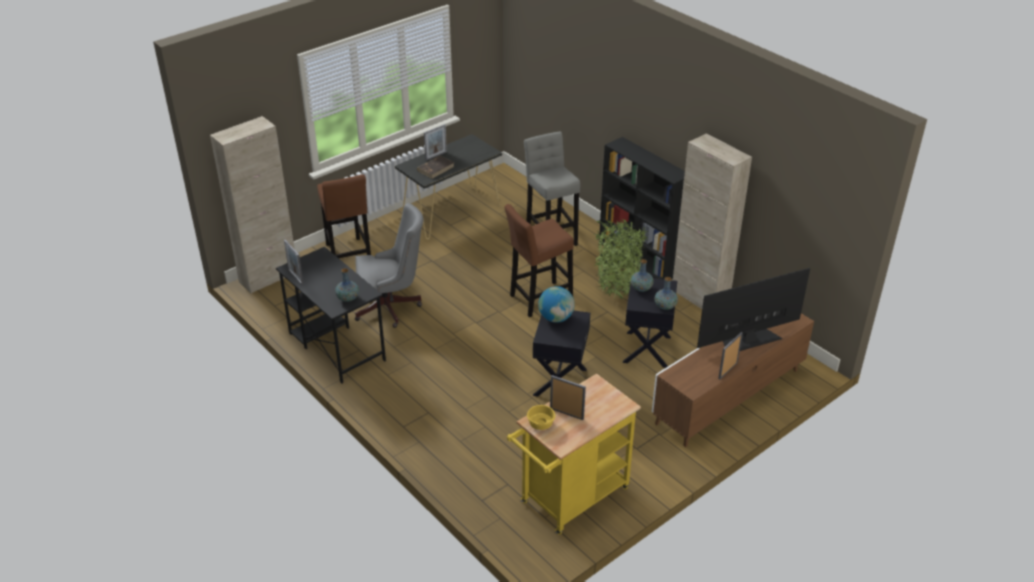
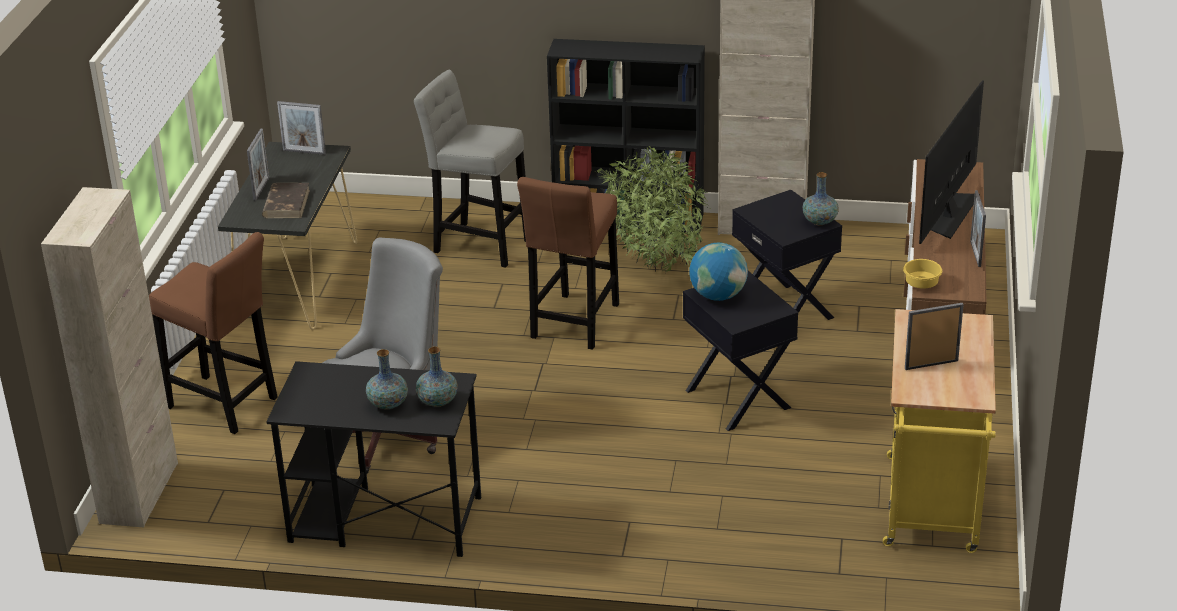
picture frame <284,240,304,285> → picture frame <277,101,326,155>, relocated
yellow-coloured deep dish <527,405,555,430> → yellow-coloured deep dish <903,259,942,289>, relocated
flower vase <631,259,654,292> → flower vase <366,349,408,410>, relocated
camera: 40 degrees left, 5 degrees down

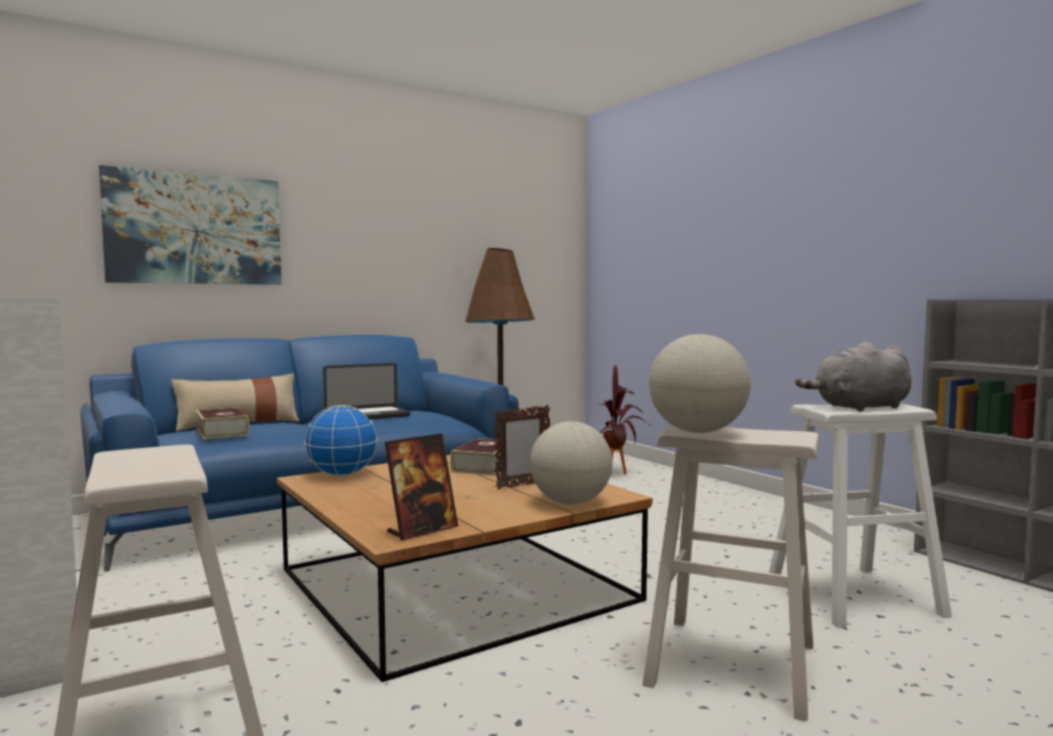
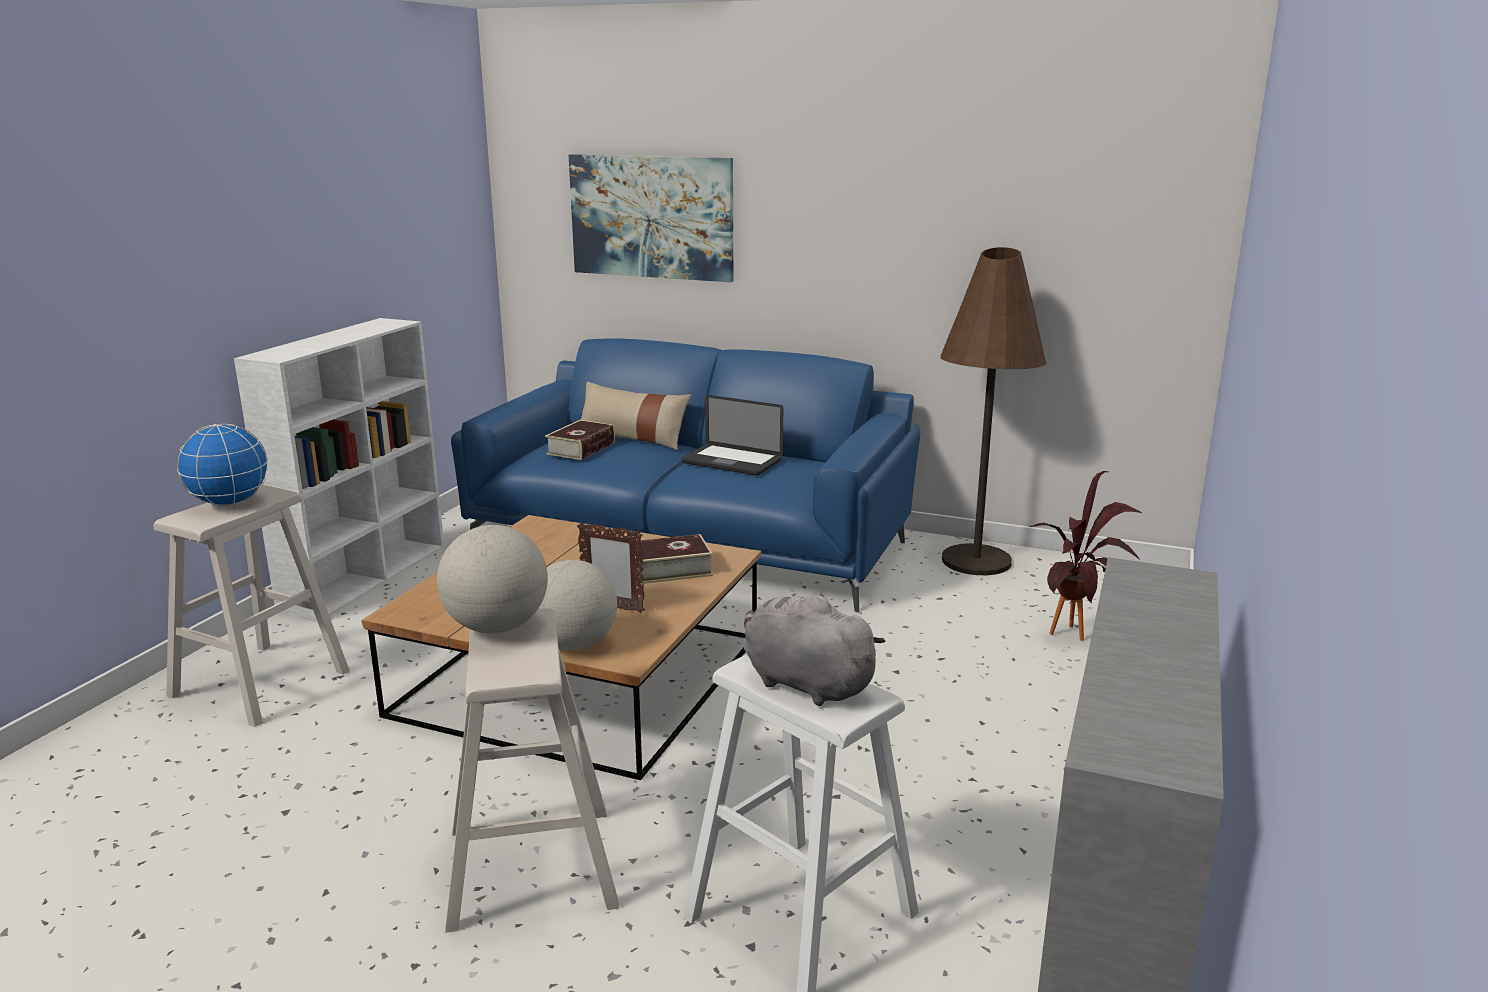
picture frame <385,433,458,541> → -
world globe <304,405,378,476> → world globe <177,423,268,506>, relocated
camera: 55 degrees right, 15 degrees up

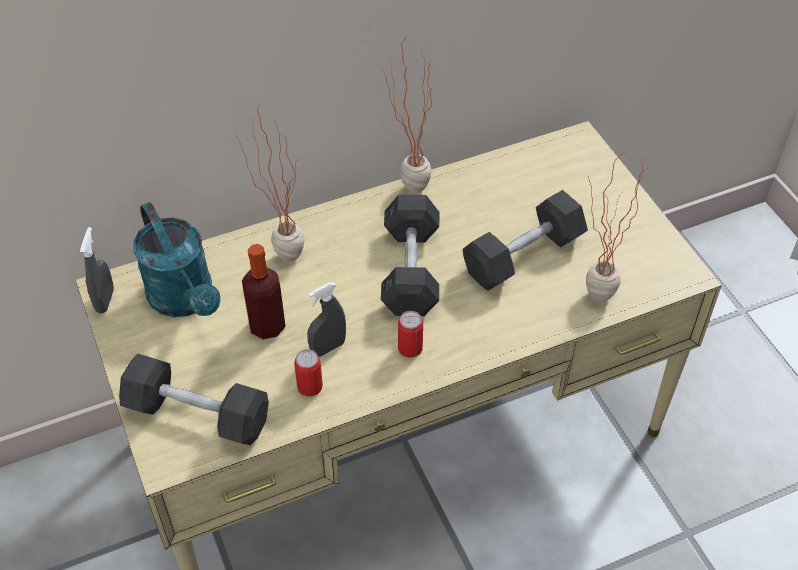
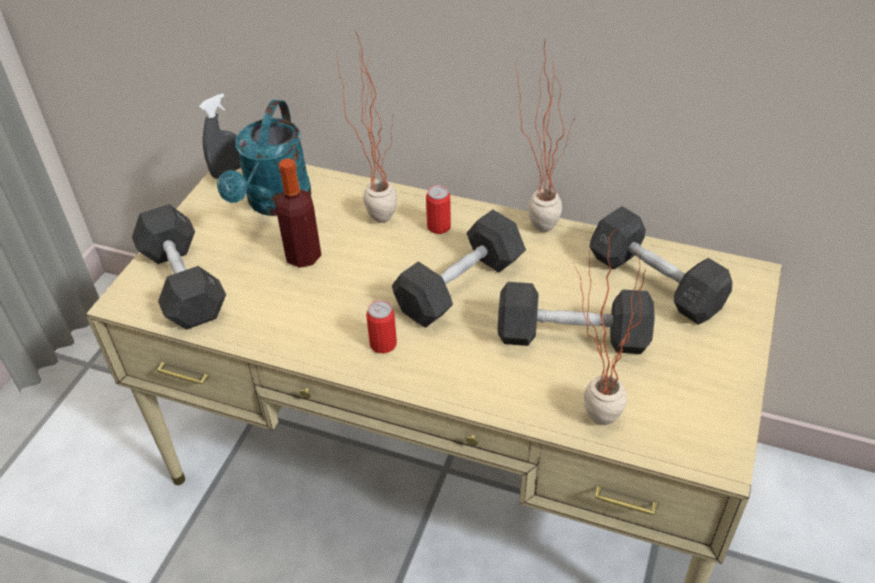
grey hand sprayer <307,282,346,357> → -
- → grey dumbbell <589,206,732,325>
metal can <294,349,323,397> → metal can <426,185,451,234>, relocated
camera: 45 degrees right, 5 degrees down

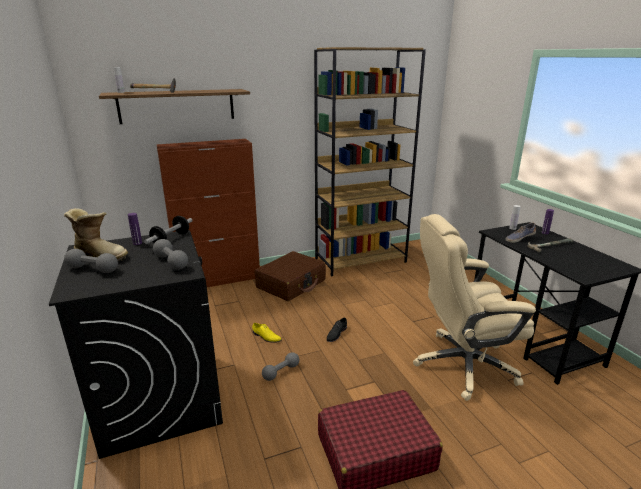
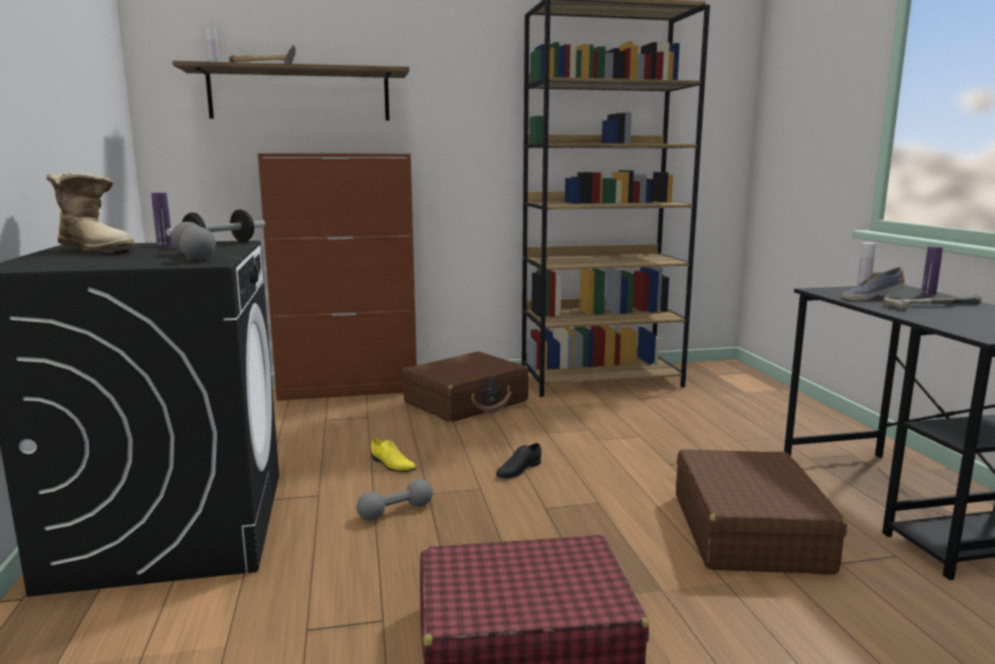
grey dumbbell <64,249,118,273> → -
beige-coloured office chair <413,214,536,401> → brownish travel case <676,449,847,575>
camera: 10 degrees right, 10 degrees down

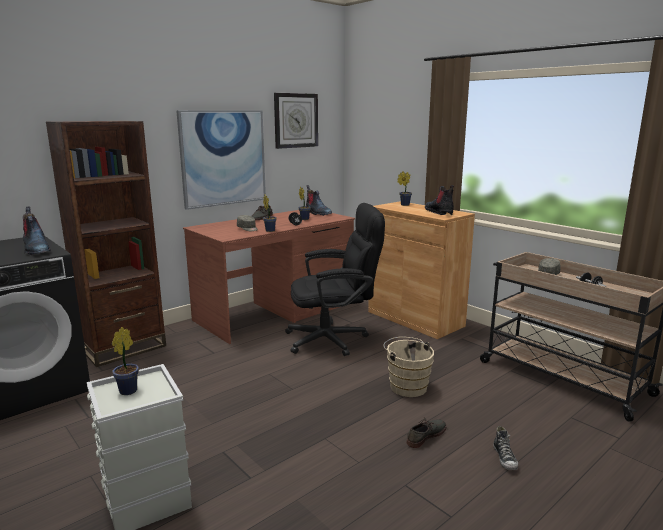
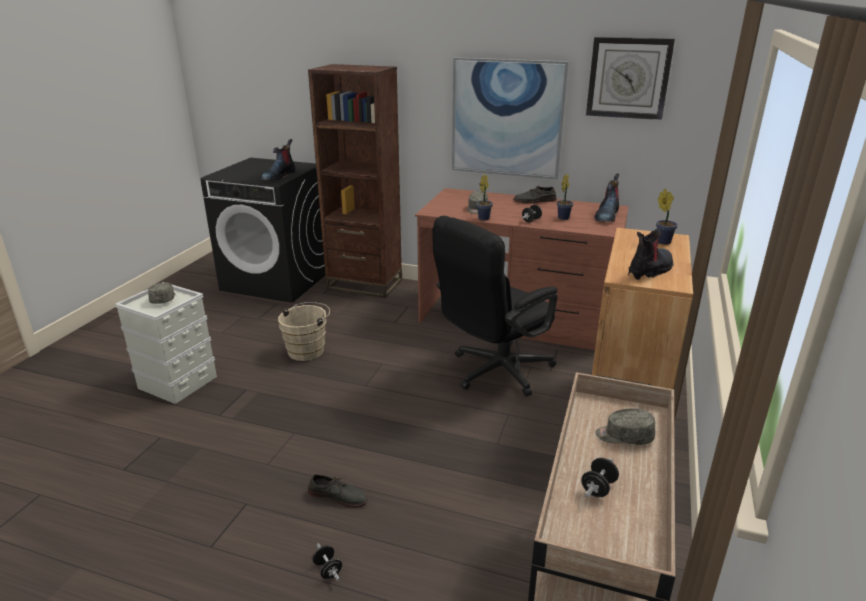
beige-coloured bucket <384,337,434,397> → beige-coloured bucket <278,302,330,361>, relocated
houseplant <112,327,139,395> → grey peaked cap <148,283,176,304>
shoe <493,426,518,470> → blackish dumbbell <312,544,342,581>
blackish office chair <285,203,385,356> → blackish office chair <432,216,558,396>, 90 degrees clockwise
camera: 60 degrees right, 10 degrees up

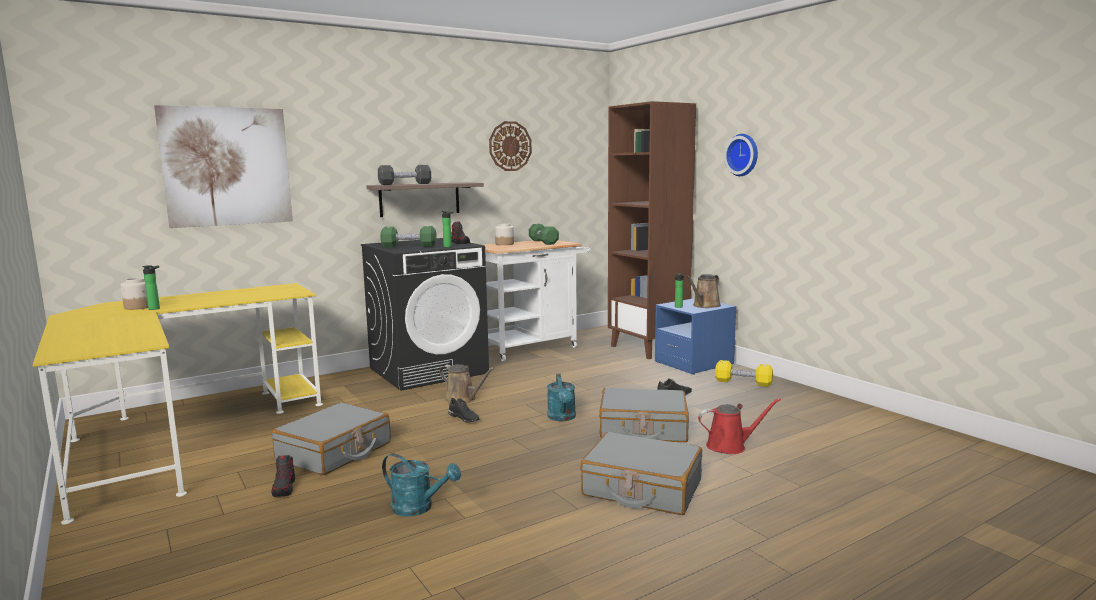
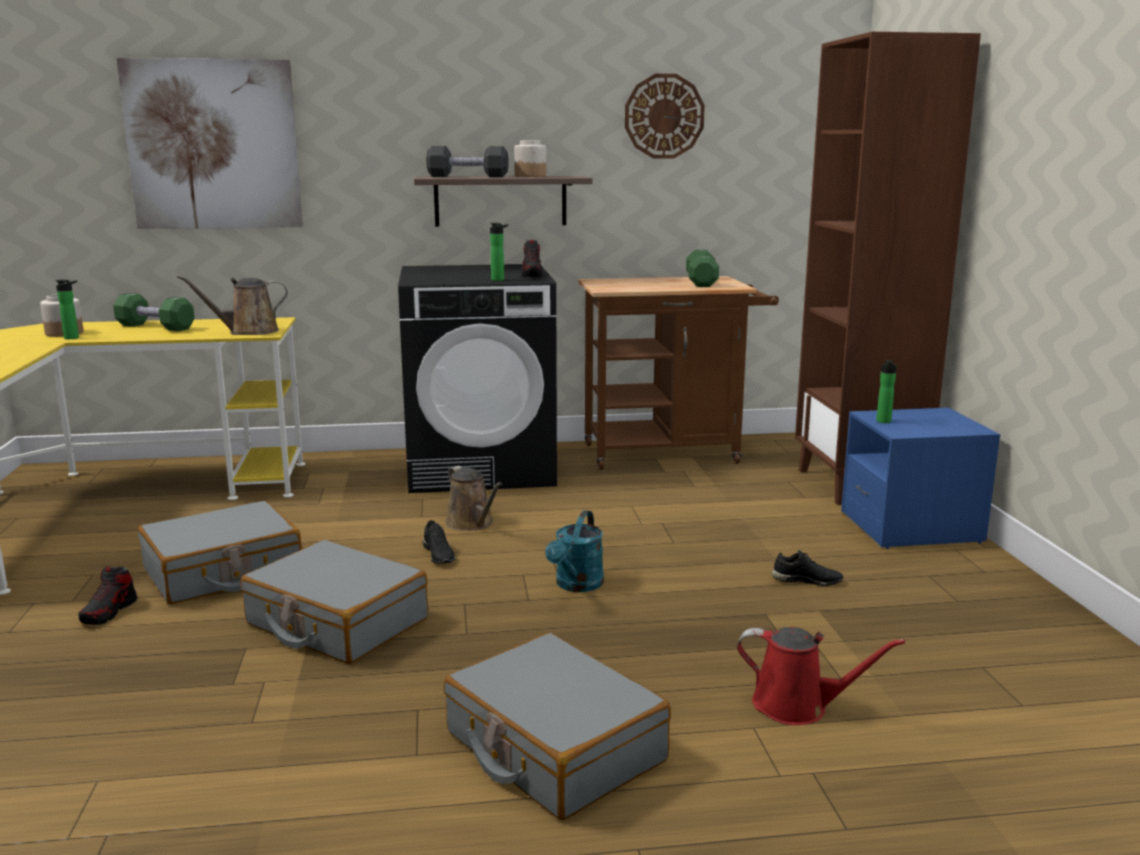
turquoise sprinkling can <382,453,461,516> → -
yellow-coloured dumbbell <715,360,773,387> → -
hanging clock <724,134,758,176> → -
green dumbbell <380,226,437,248> → green dumbbell <113,293,195,331>, relocated
storage jar <495,223,514,245> → storage jar <514,140,546,177>, relocated
grey travel case <599,388,689,442> → grey travel case <241,540,428,664>, relocated
brownish sprinkling can <686,274,721,308> → brownish sprinkling can <177,275,288,335>, relocated
white-coloured wheeled cart <484,240,591,361> → brownish wheeled cart <578,276,779,470>
camera: 25 degrees right, 5 degrees up

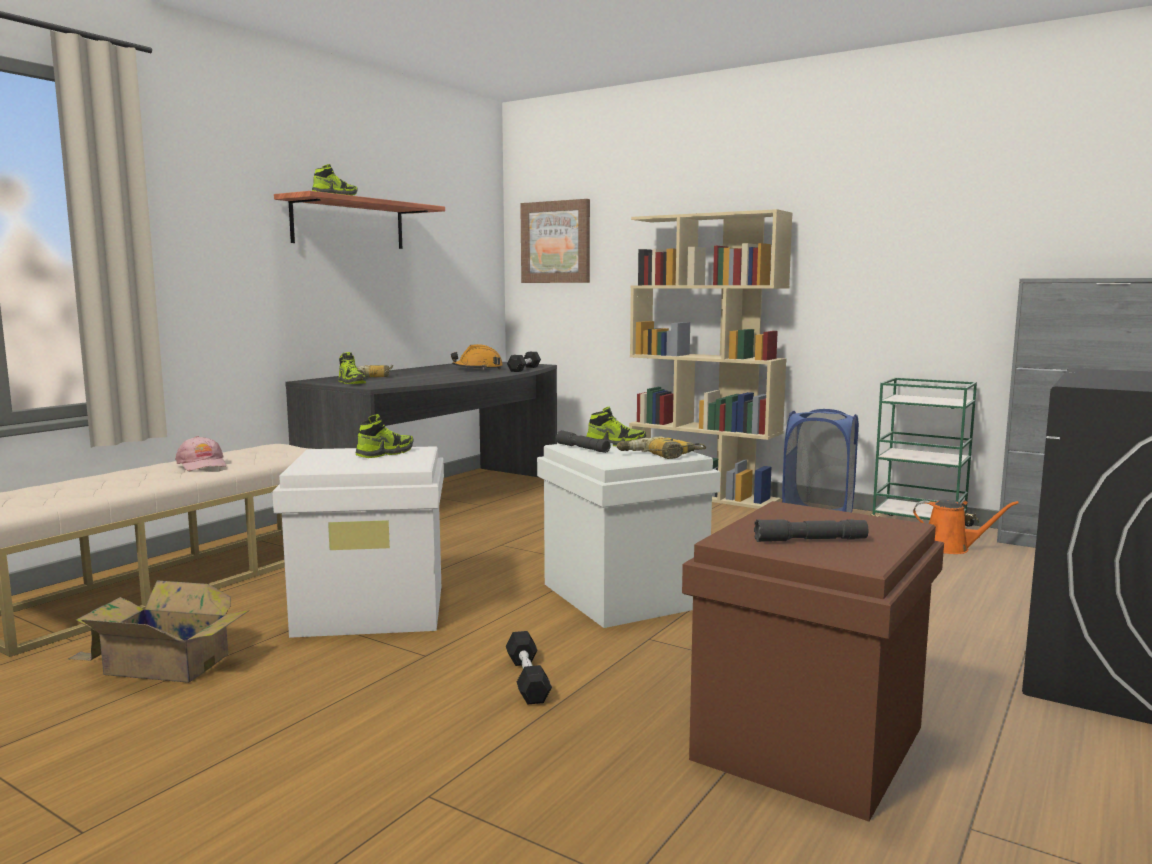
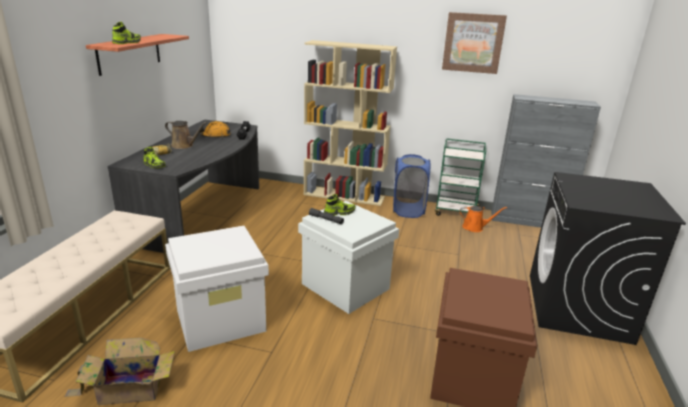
pink peaked cap <175,436,226,471> → -
shoe <356,414,413,458> → -
blackish dumbbell <506,631,552,705> → -
power drill <616,437,706,459> → -
grey torch <754,519,868,542> → -
- → brownish sprinkling can <165,121,207,149>
wall picture <520,199,590,283> → wall picture <442,12,507,74>, relocated
camera: 20 degrees left, 15 degrees up

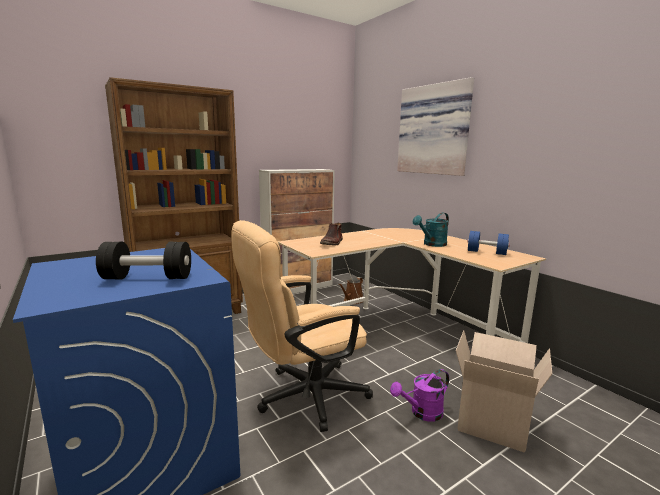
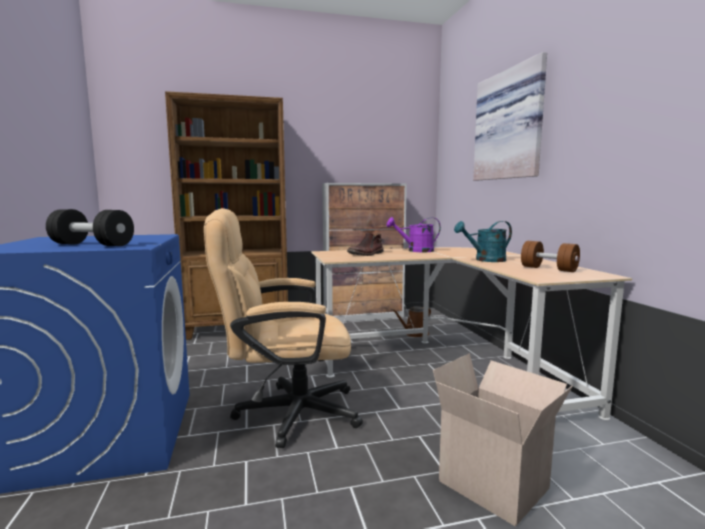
purplish sprinkling can <390,369,449,422> → purplish sprinkling can <387,217,441,252>, relocated
blue-coloured dumbbell <467,231,510,255> → brownish dumbbell <521,241,580,272>
camera: 20 degrees right, 5 degrees down

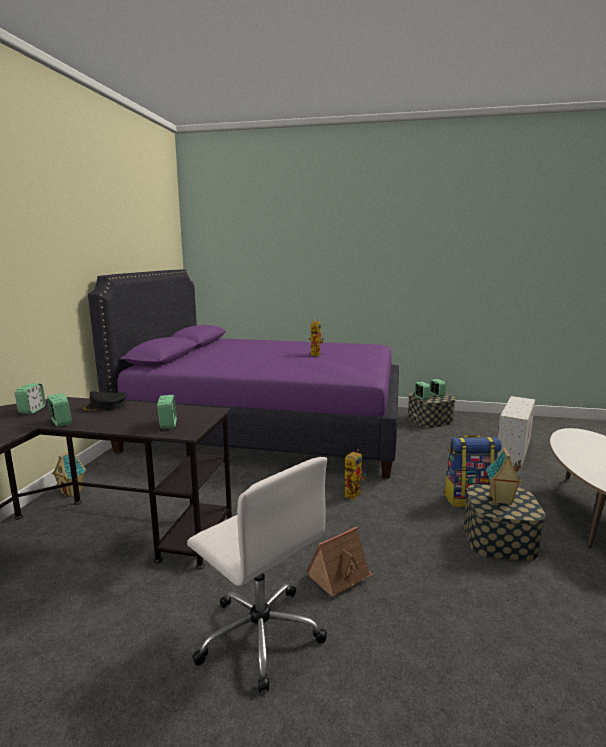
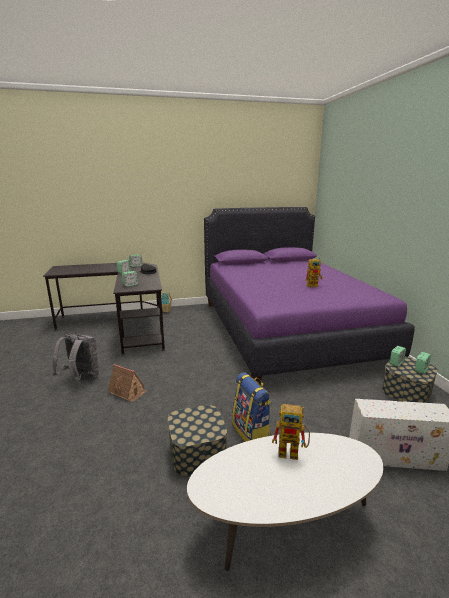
model house <486,448,523,505> → -
model robot <344,449,366,500> → model robot <272,404,310,460>, relocated
white-coloured office chair <187,457,327,693> → grey backpack <53,334,99,382>
camera: 65 degrees right, 5 degrees up

